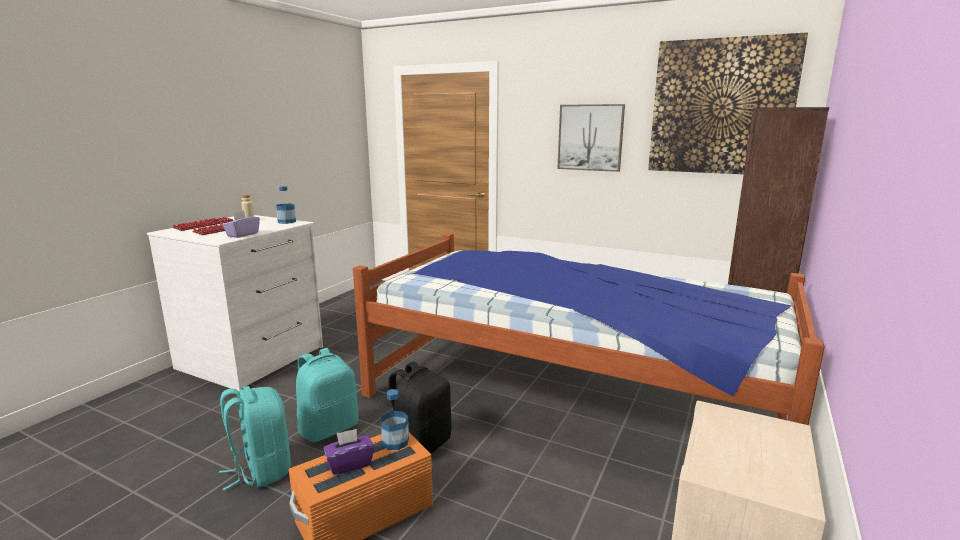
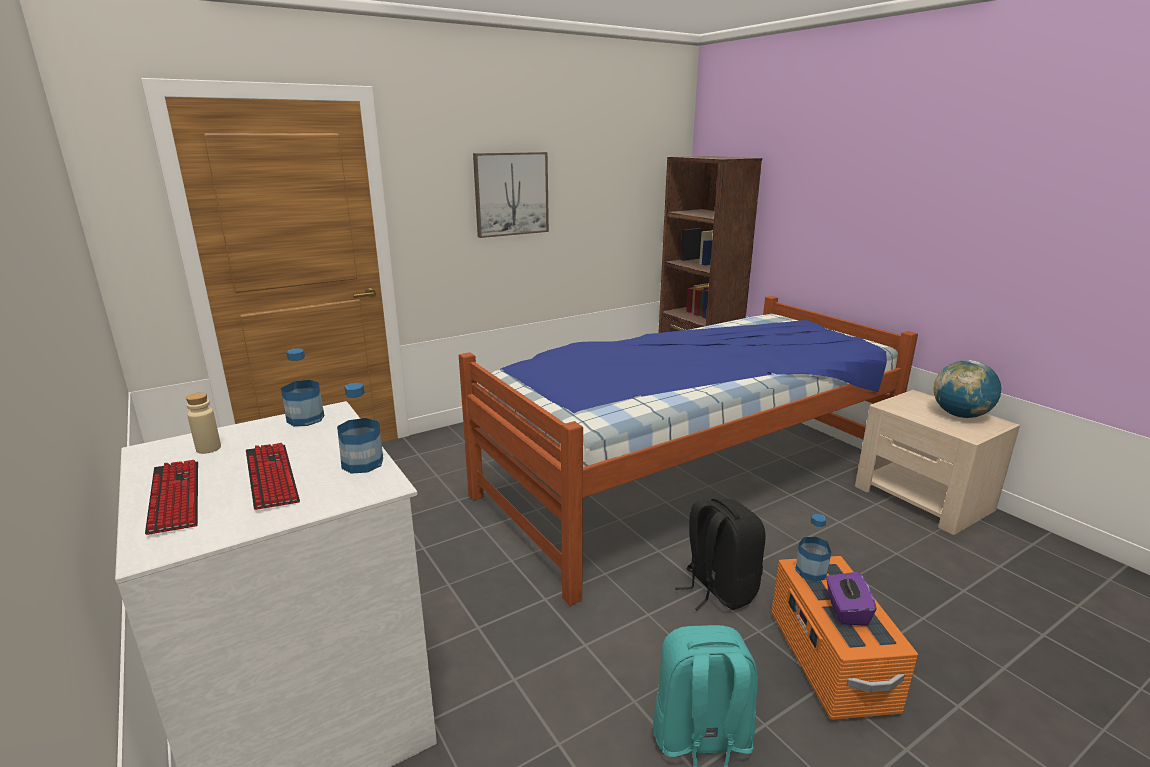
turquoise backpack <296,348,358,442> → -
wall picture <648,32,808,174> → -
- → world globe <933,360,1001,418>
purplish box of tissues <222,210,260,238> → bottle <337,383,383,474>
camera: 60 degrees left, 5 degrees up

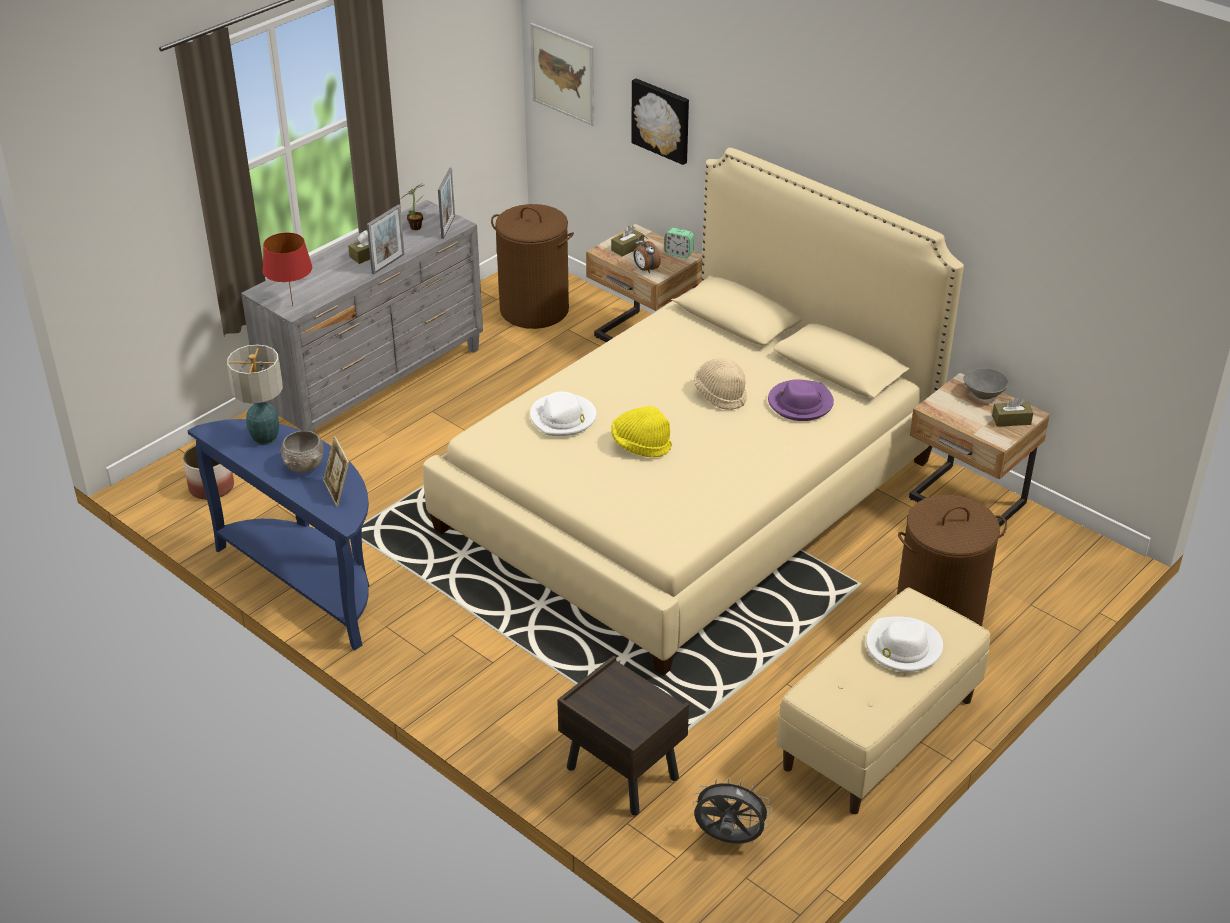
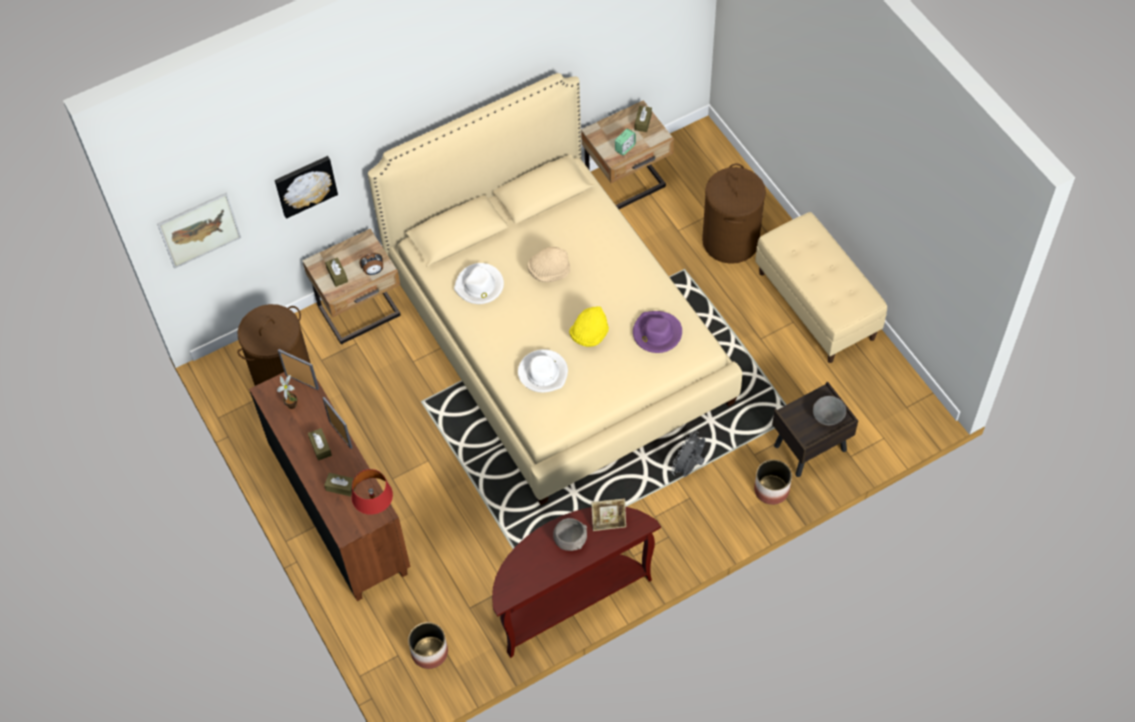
tabletop lamp <227,344,283,445> → -
- → brownish box of tissues <324,473,356,497>
- → planter <754,460,792,505>
table clock <664,228,694,258> → table clock <615,129,636,156>, relocated
grey fan <693,777,772,843> → grey fan <671,430,705,477>, relocated
purplish wearable hat <768,379,834,421> → purplish wearable hat <633,311,682,353>, relocated
white-coloured wearable hat <866,616,943,672> → white-coloured wearable hat <454,263,504,304>, relocated
grey deep dish <963,368,1009,399> → grey deep dish <813,396,846,425>, relocated
blue-coloured hall table <188,419,369,651> → brownish hall table <492,507,661,658>
grey dresser <241,200,483,433> → brownish dresser <249,361,410,601>
camera: 70 degrees left, 20 degrees up

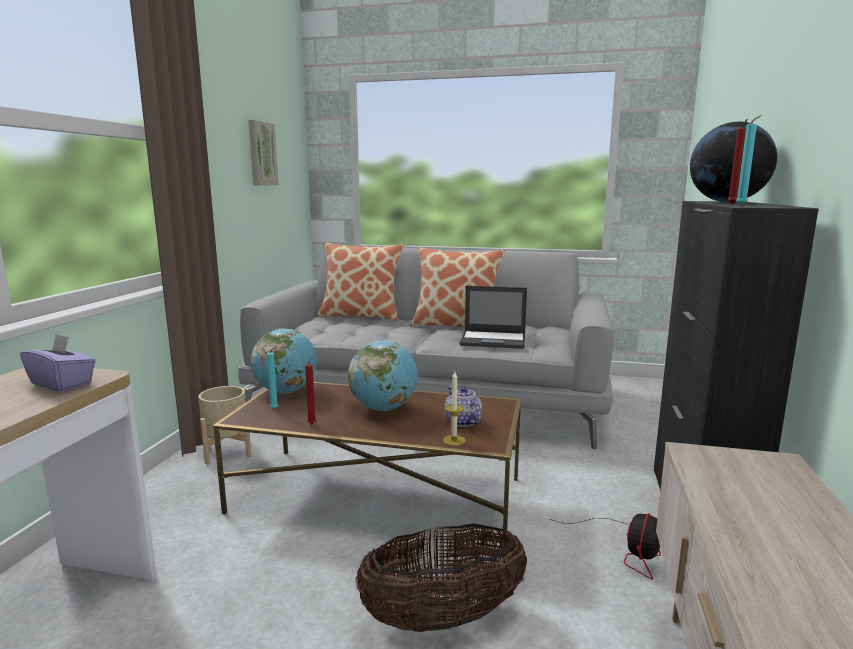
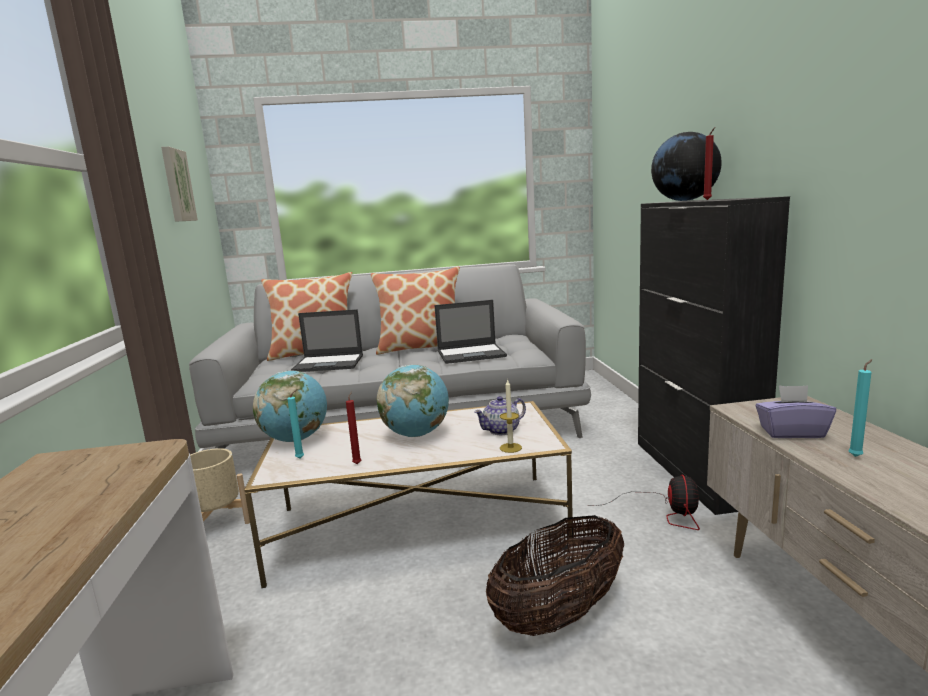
- → laptop <291,309,363,372>
purplish box of tissues <20,333,96,392> → purplish box of tissues <755,385,836,438>, relocated
turquoise candle <736,115,762,205> → turquoise candle <848,359,873,457>, relocated
brownish lounge table <213,381,521,532> → white-coloured lounge table <244,401,573,588>
tea pot <444,386,482,427> → tea pot <474,396,526,435>, 75 degrees counterclockwise
camera: 20 degrees left, 0 degrees up

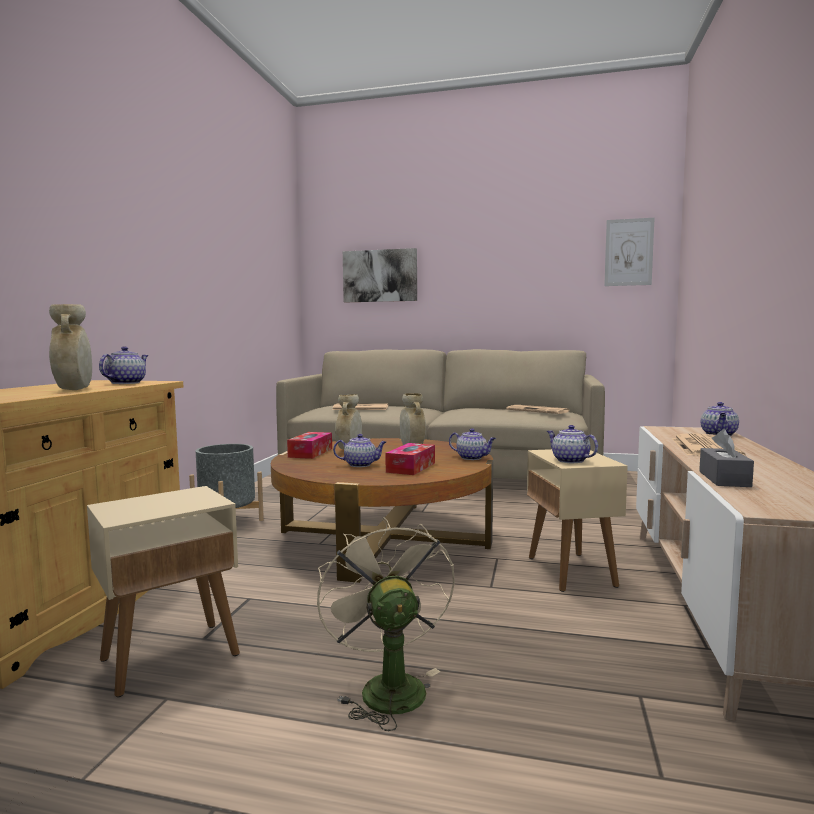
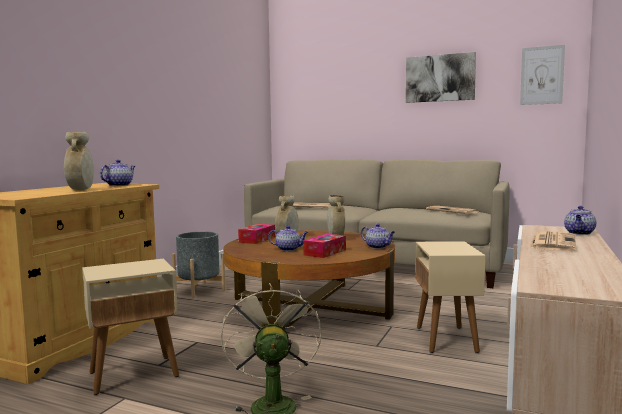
tea pot <547,425,598,463> → -
grey box of tissues <699,429,754,487> → -
wall picture <343,248,417,302> → wall picture <406,52,476,103>, relocated
camera: 10 degrees right, 0 degrees up

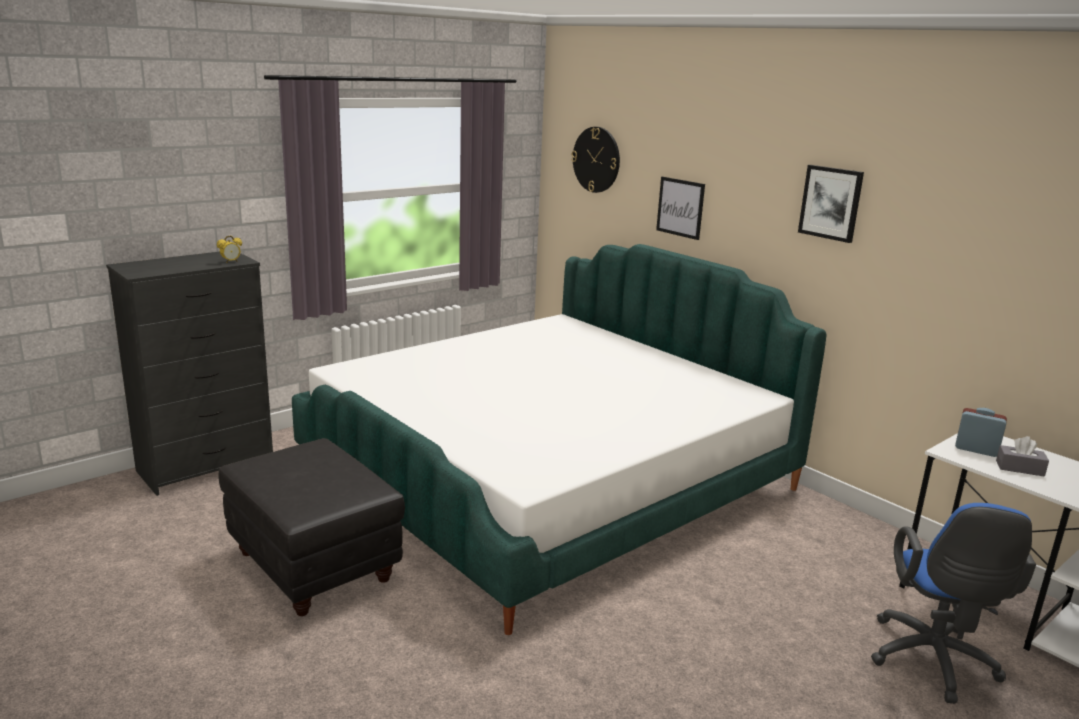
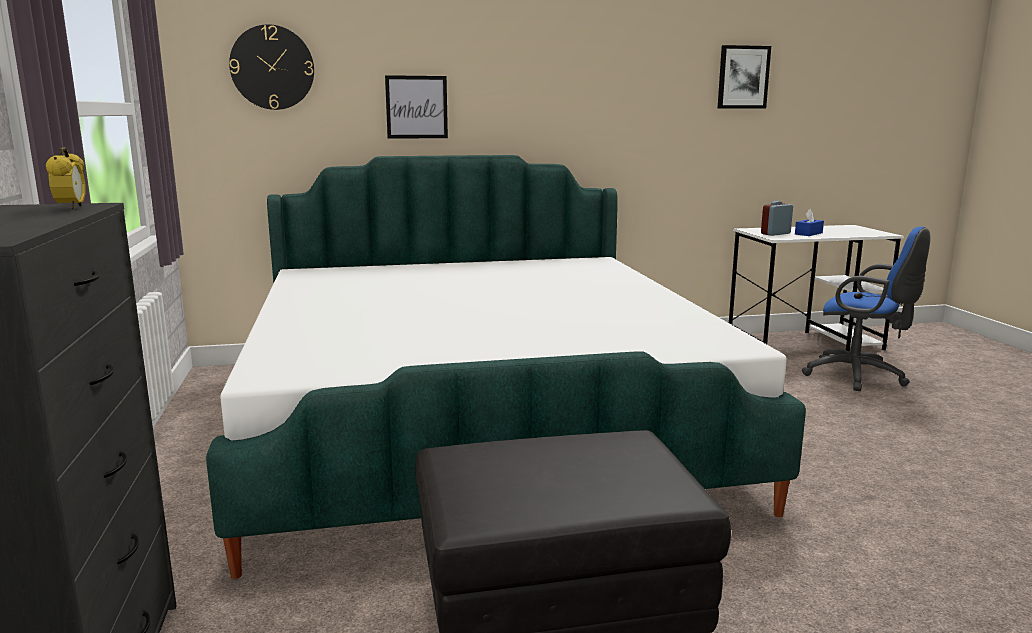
wall picture <798,165,864,243> → wall picture <717,45,771,109>, relocated
grey box of tissues <996,436,1049,476> → blue-coloured box of tissues <795,209,824,236>
camera: 60 degrees left, 5 degrees down

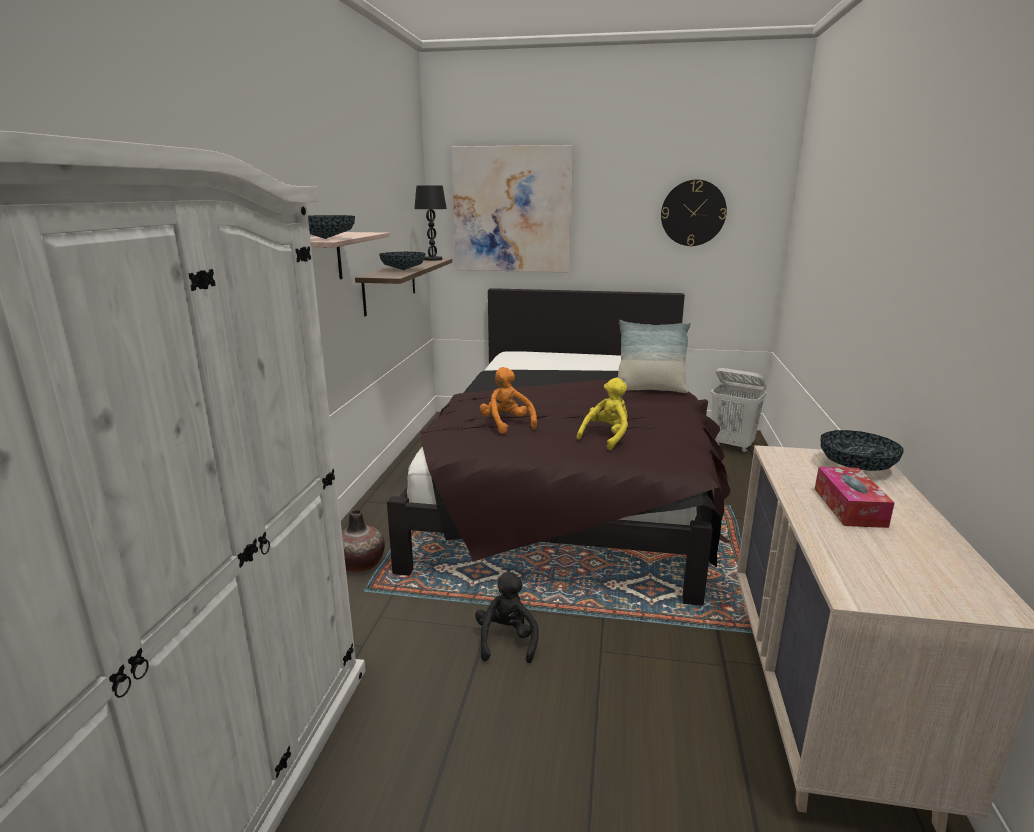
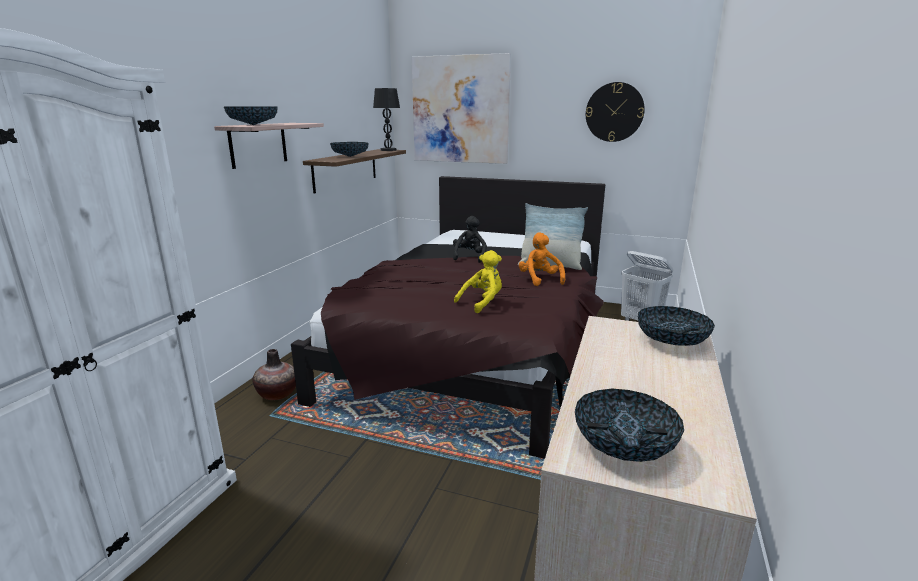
box of tissues <815,467,895,528> → -
- → deep dish <575,389,684,462>
blackish soft toy <475,572,538,663> → blackish soft toy <453,216,487,263>, relocated
orangey soft toy <480,367,537,434> → orangey soft toy <519,232,565,286>, relocated
camera: 10 degrees right, 0 degrees up

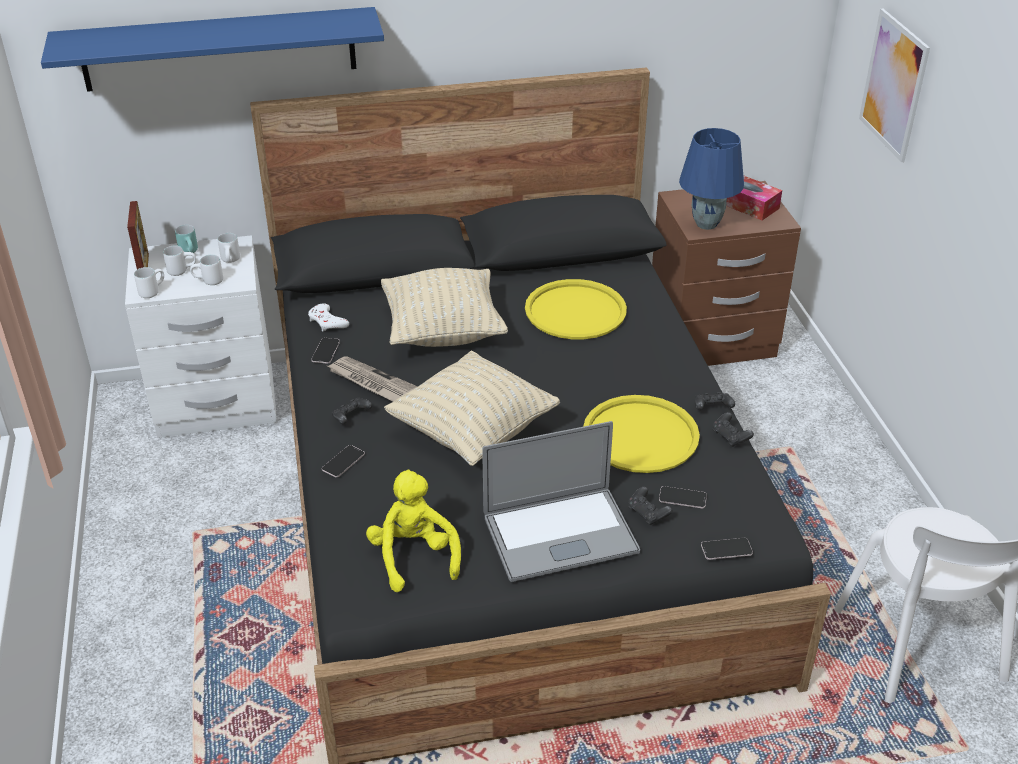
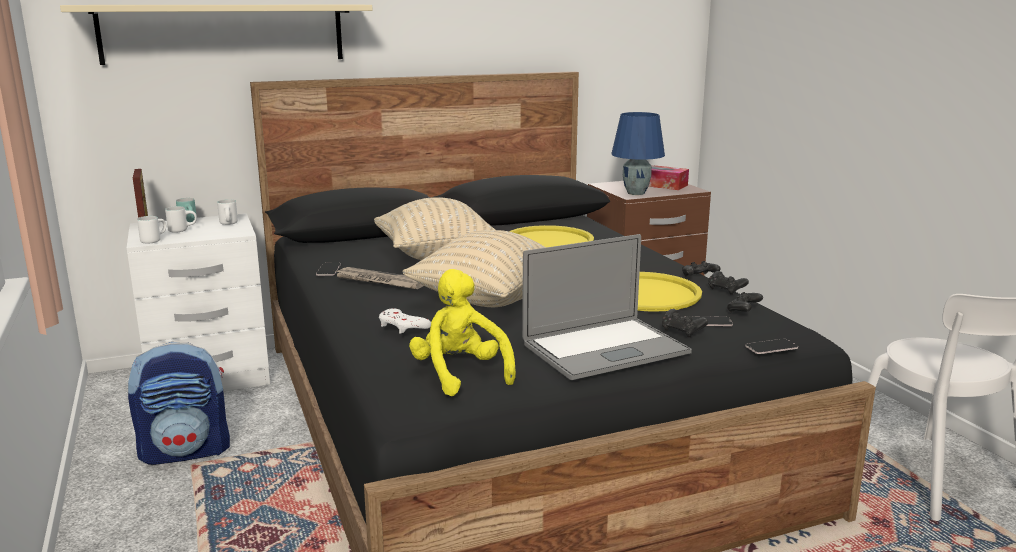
white-coloured coffee mug <190,255,223,285> → -
handset <322,445,365,477> → -
wall picture <859,9,930,162> → -
- → backpack <128,342,230,465>
white-coloured gamepad <308,303,349,332> → white-coloured gamepad <379,308,431,334>, relocated
blackish gamepad <332,398,372,424> → blackish gamepad <727,292,763,313>, relocated
blue-coloured shelf <41,7,384,92> → beige-coloured shelf <60,5,372,65>
camera: 10 degrees left, 20 degrees down

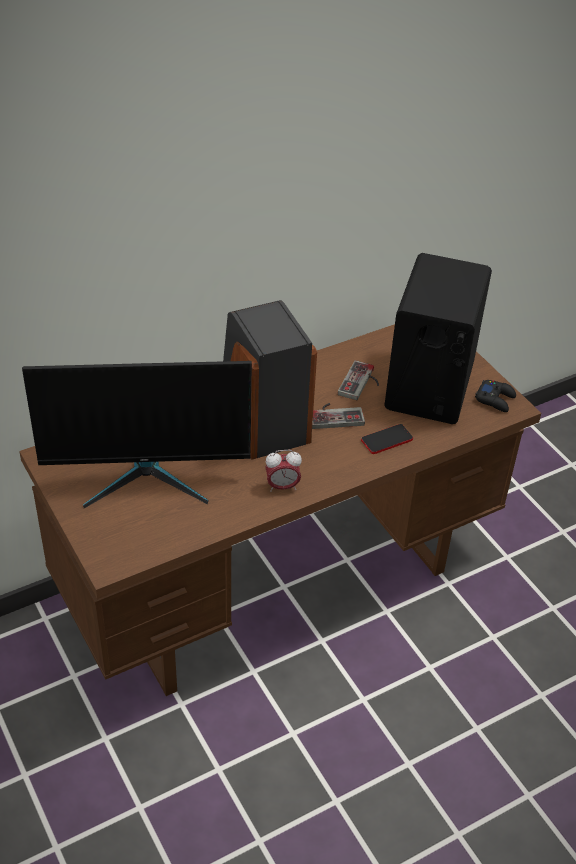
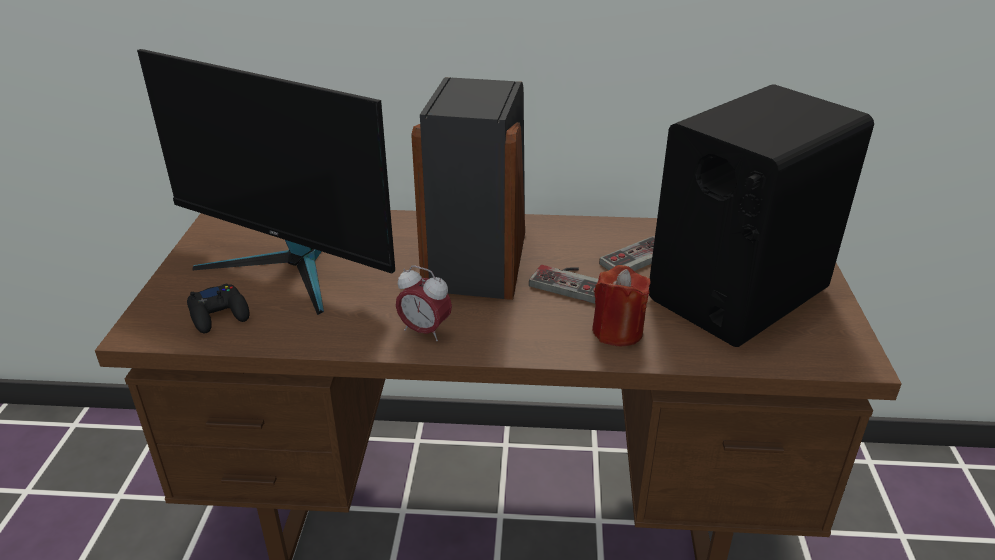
blackish gamepad <475,380,516,412> → blackish gamepad <187,284,250,333>, relocated
handset <361,424,413,454> → reddish candle <592,265,651,346>
camera: 35 degrees right, 10 degrees down

